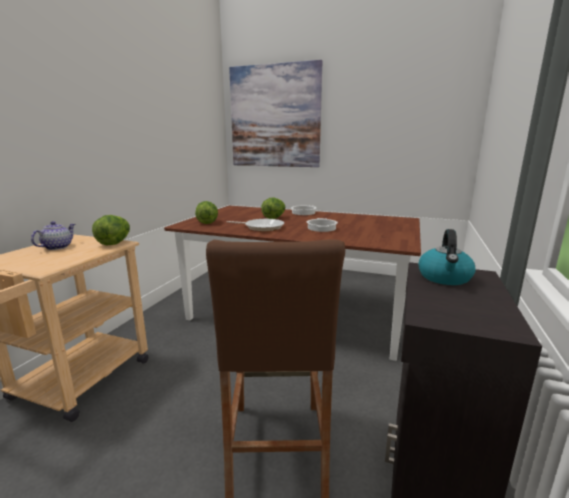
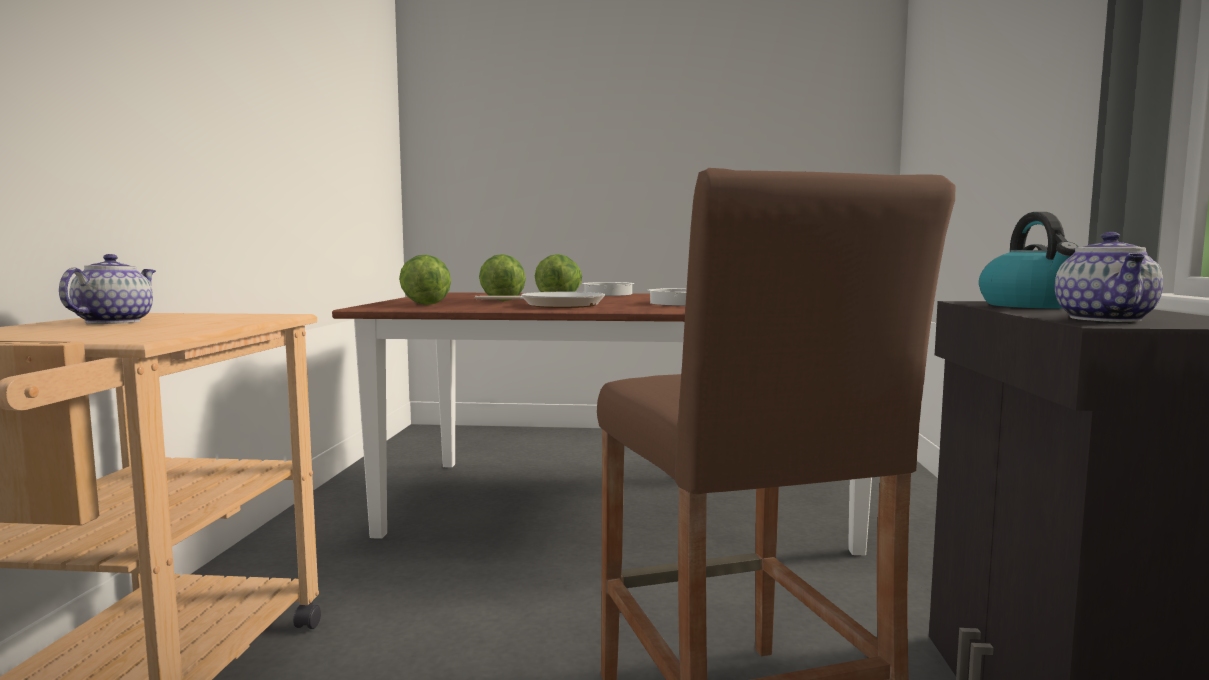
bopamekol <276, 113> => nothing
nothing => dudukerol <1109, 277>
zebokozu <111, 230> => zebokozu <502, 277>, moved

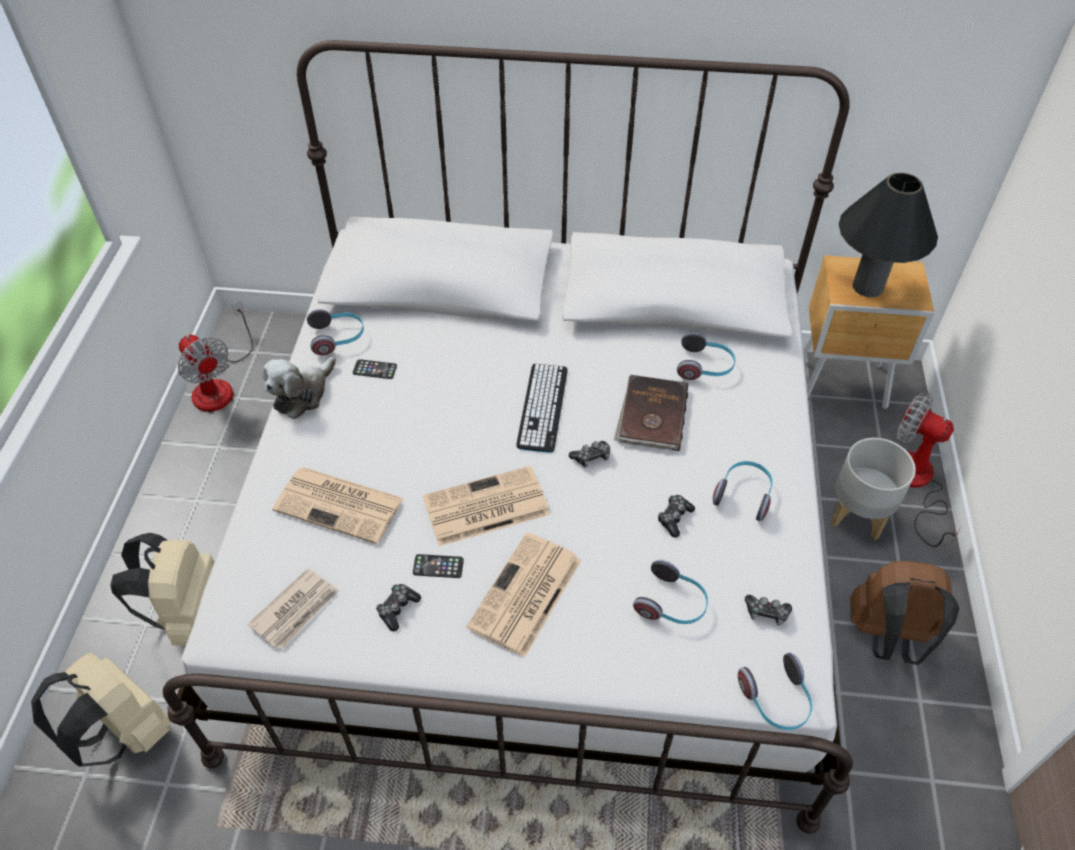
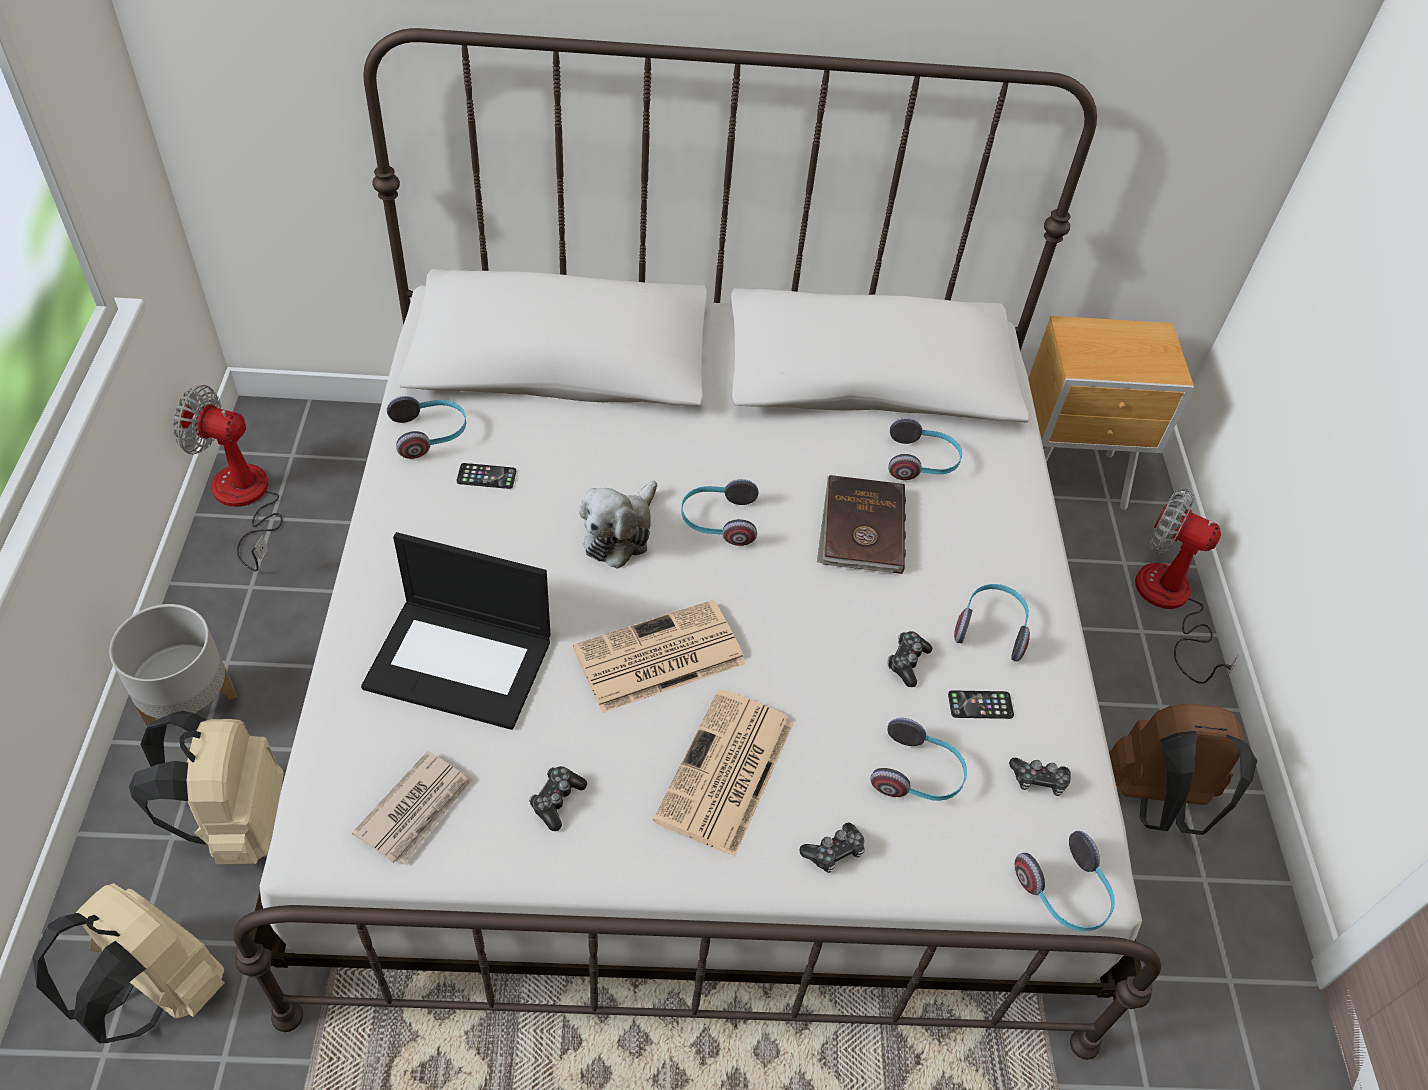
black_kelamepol <888, 235> => nothing
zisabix <299, 387> => zisabix <618, 525>, moved
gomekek <438, 566> => gomekek <981, 704>, moved
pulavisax <589, 454> => pulavisax <832, 847>, moved
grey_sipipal <873, 489> => grey_sipipal <173, 665>, moved
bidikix <338, 505> => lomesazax <455, 631>
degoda <542, 408> => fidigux <720, 512>
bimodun <215, 356> => bimodun <228, 478>, 150 degrees clockwise

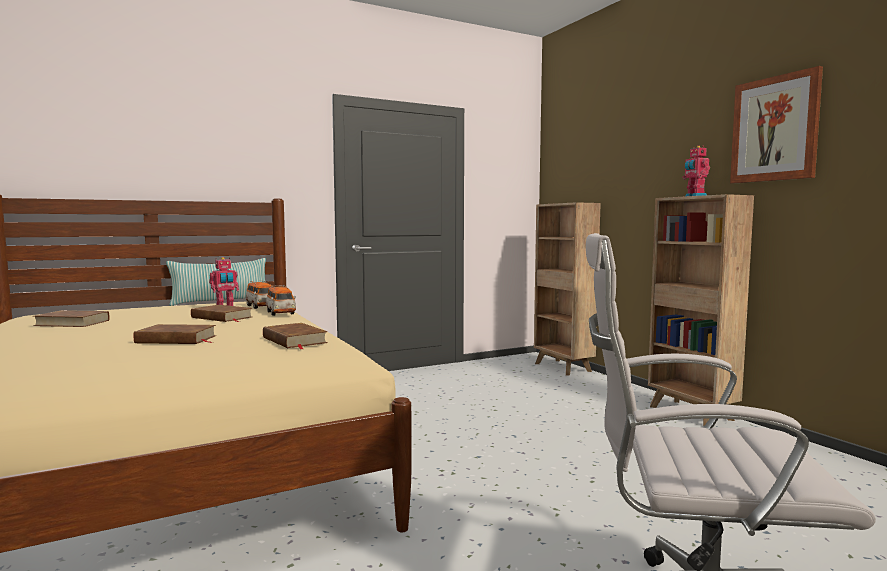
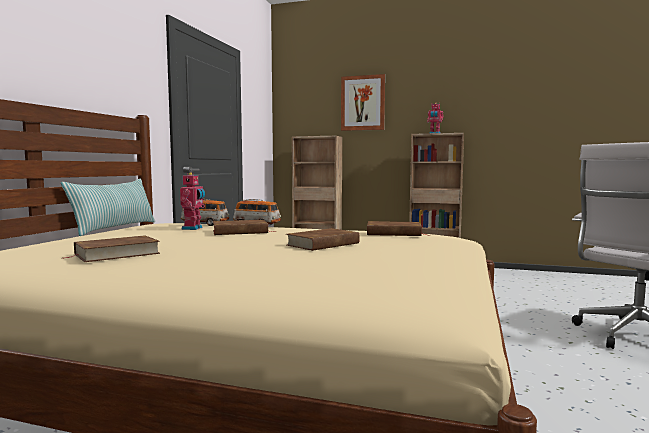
bopamekol <776, 125> => bopamekol <363, 102>, moved

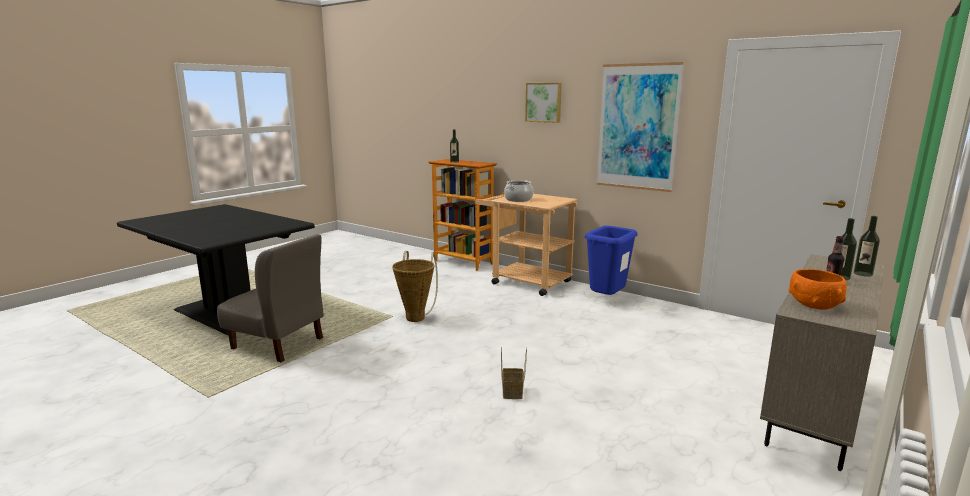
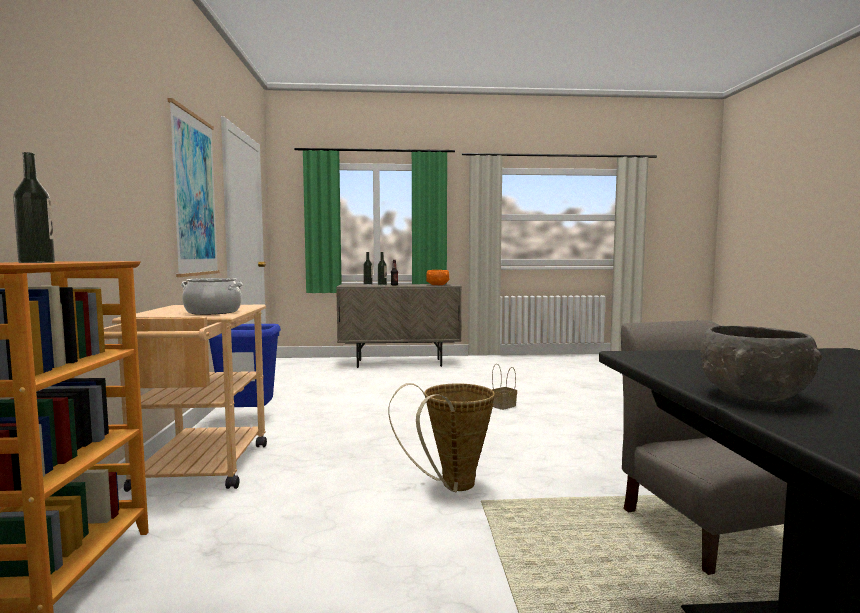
bopamekol <543, 103> => nothing
nothing => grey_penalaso <761, 364>

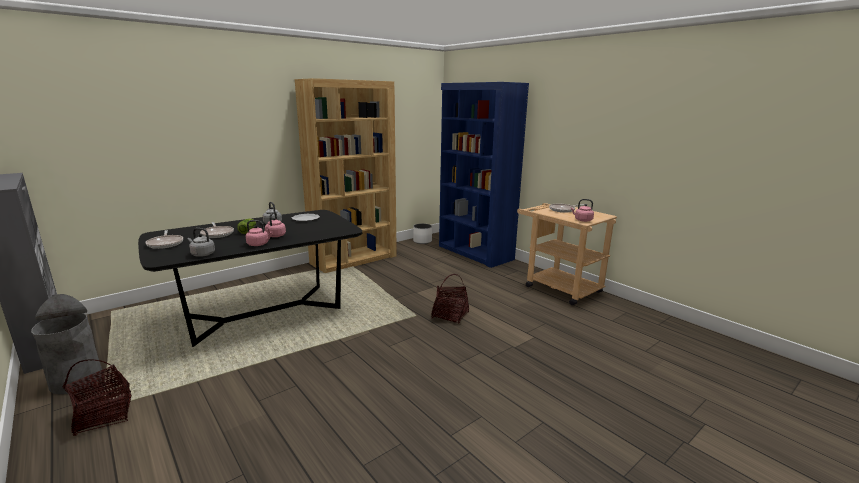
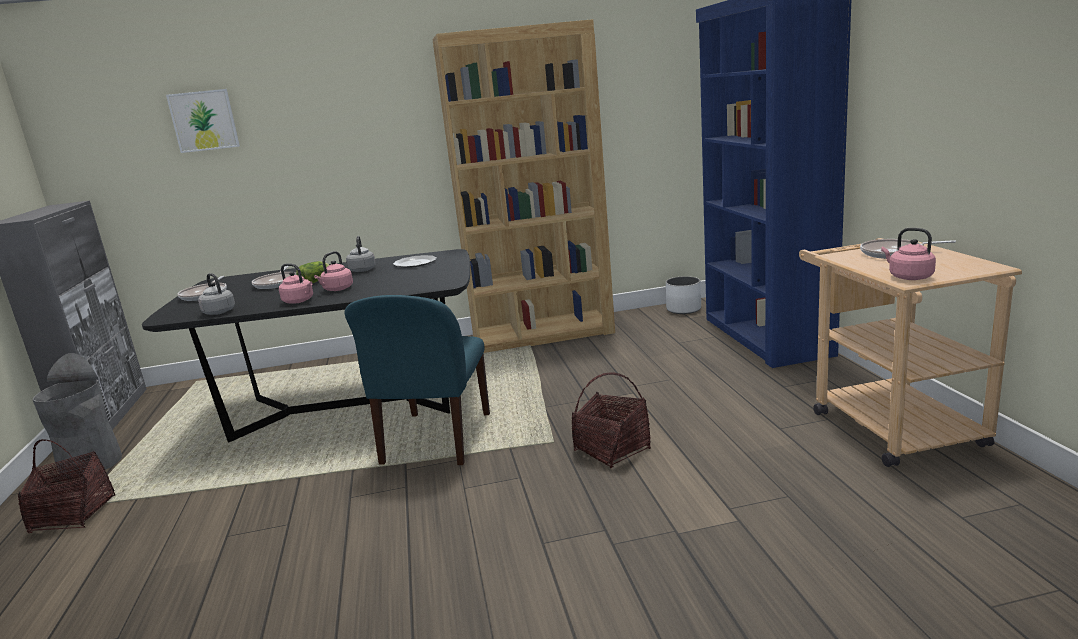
nothing => bopamekol <203, 121>
nothing => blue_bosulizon <417, 380>

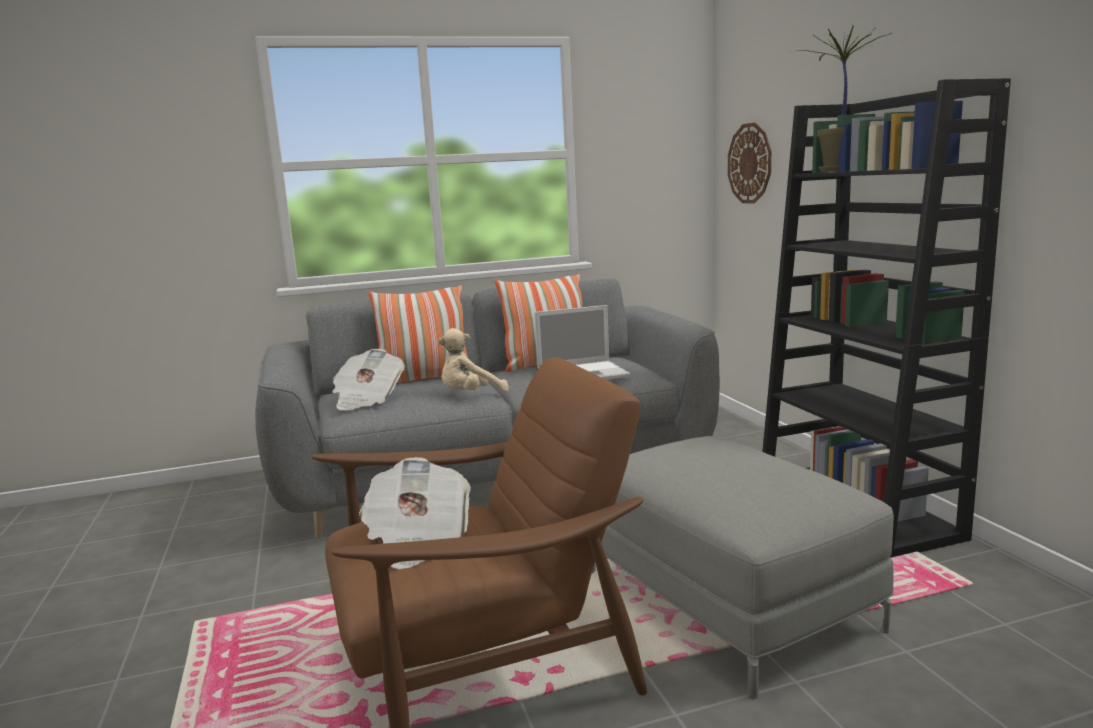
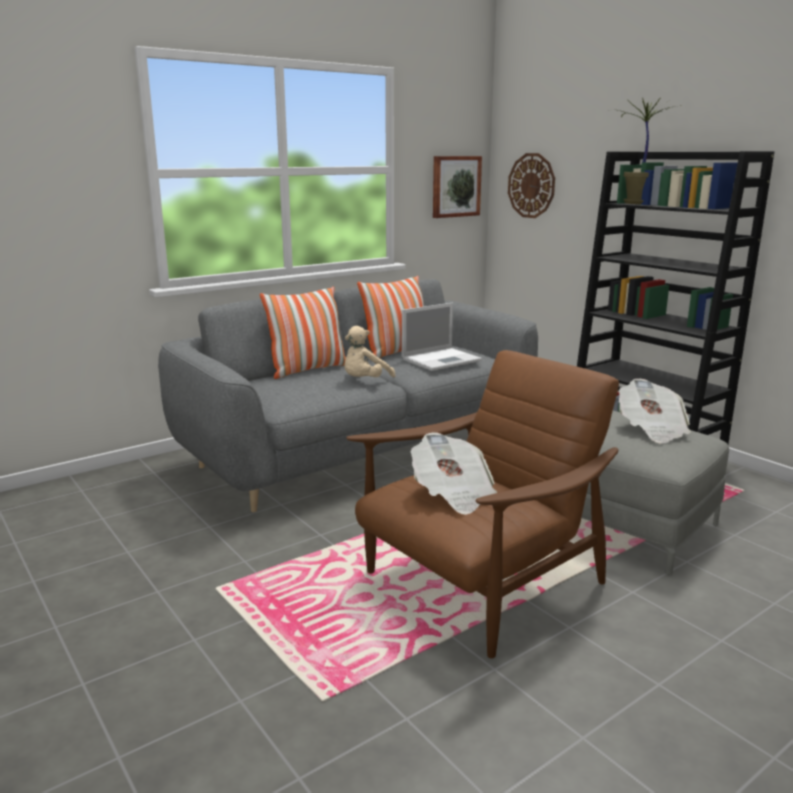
nothing => bopamekol <457, 187>
bidikix <368, 379> => bidikix <655, 411>, moved

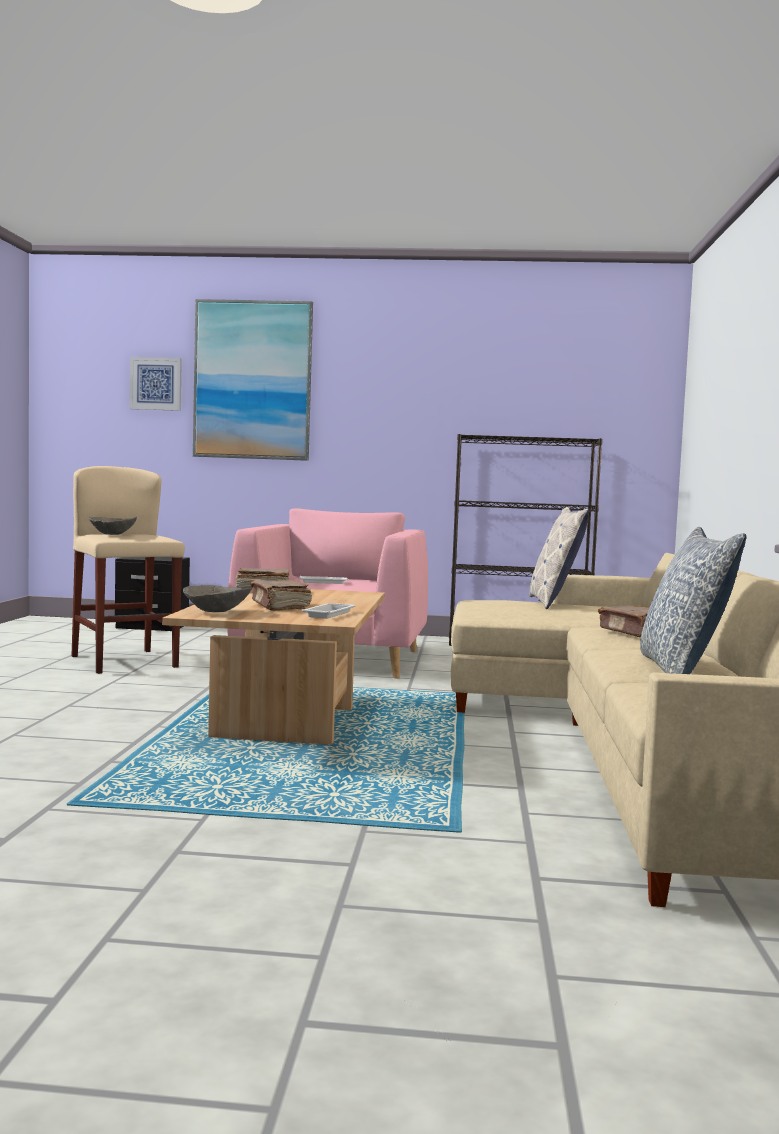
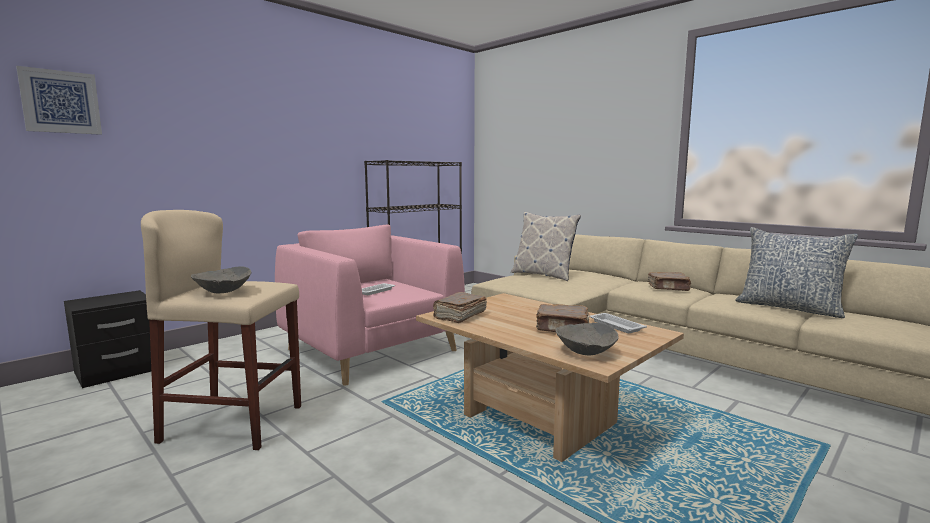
bopamekol <253, 380> => nothing

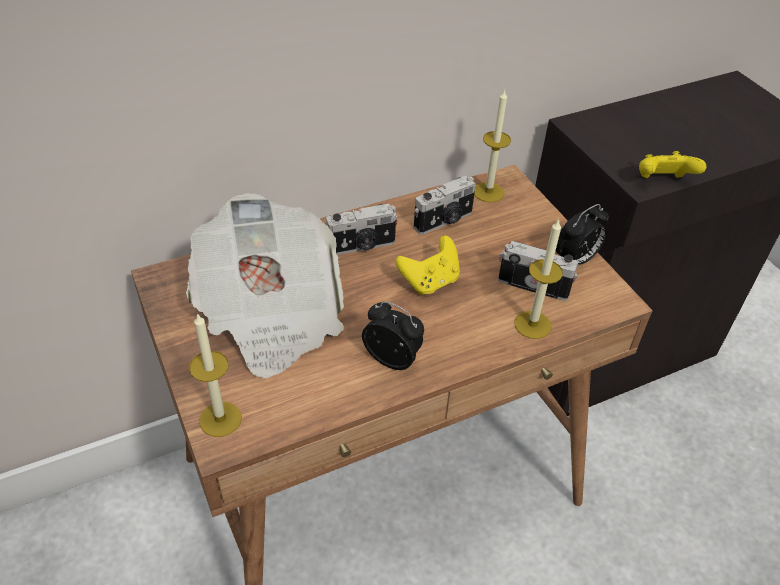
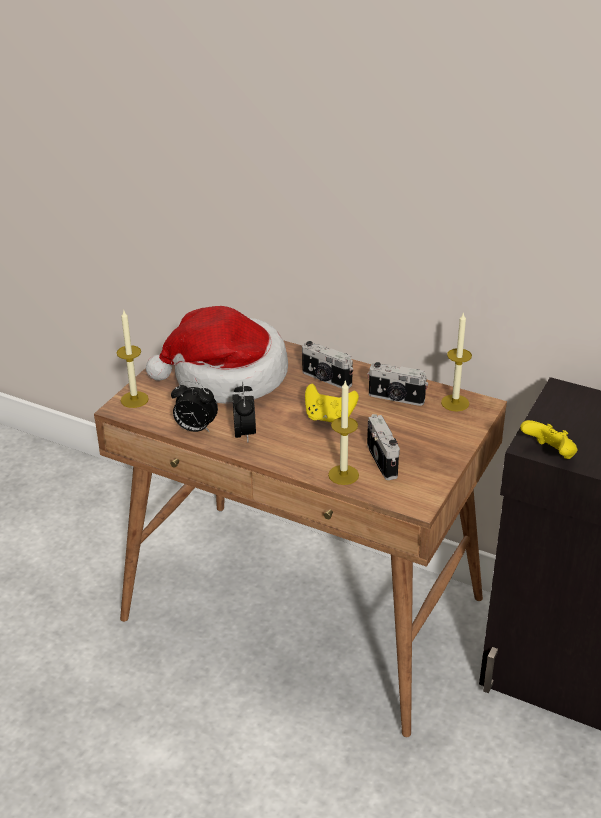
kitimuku <582, 234> => kitimuku <194, 407>, moved
bidikix <265, 286> => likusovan <217, 355>

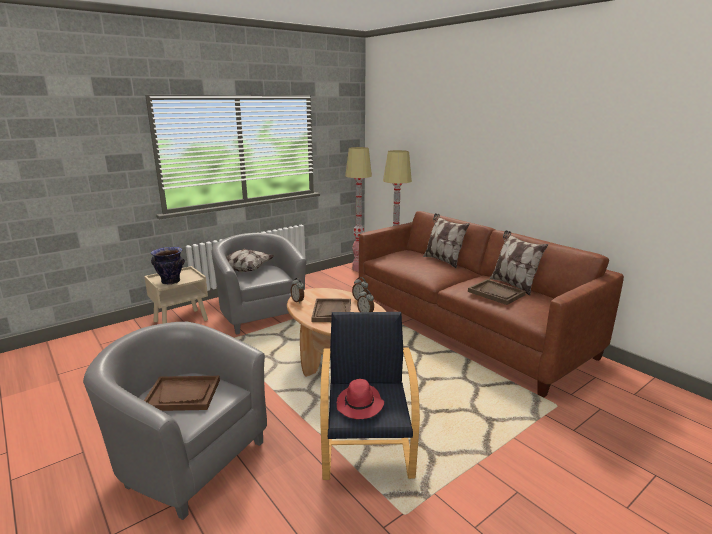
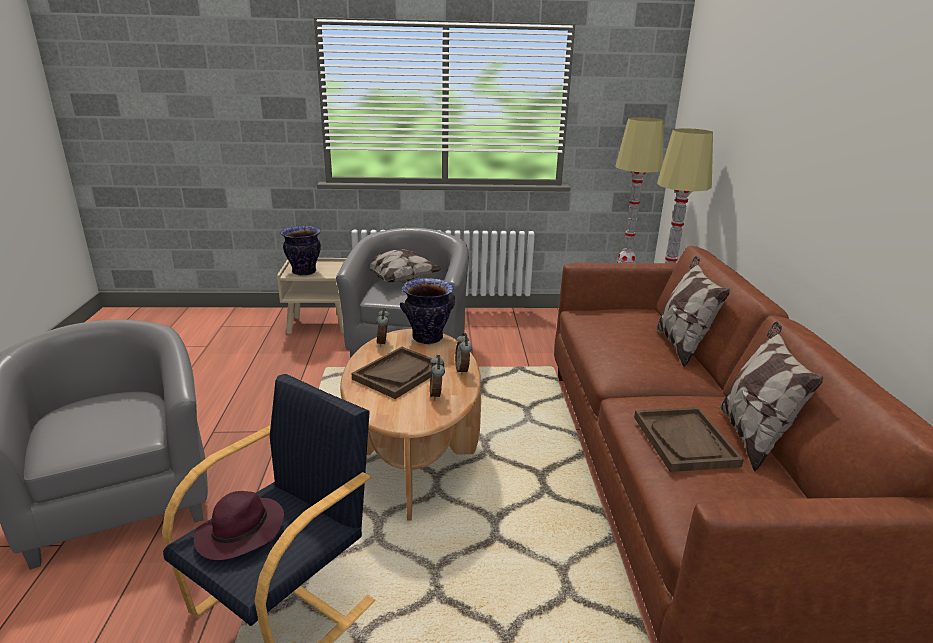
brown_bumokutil <182, 393> => nothing
nothing => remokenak <427, 311>
red_likusovan <360, 399> => purple_likusovan <239, 525>

